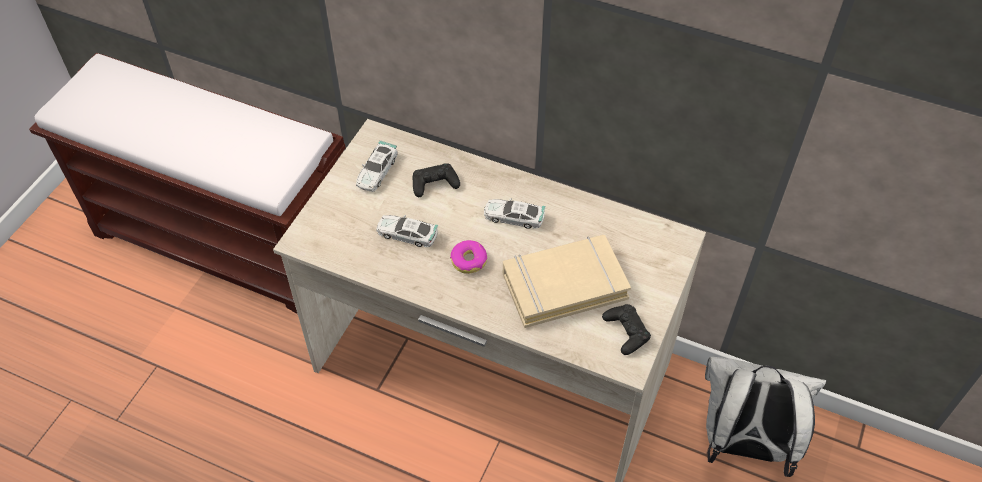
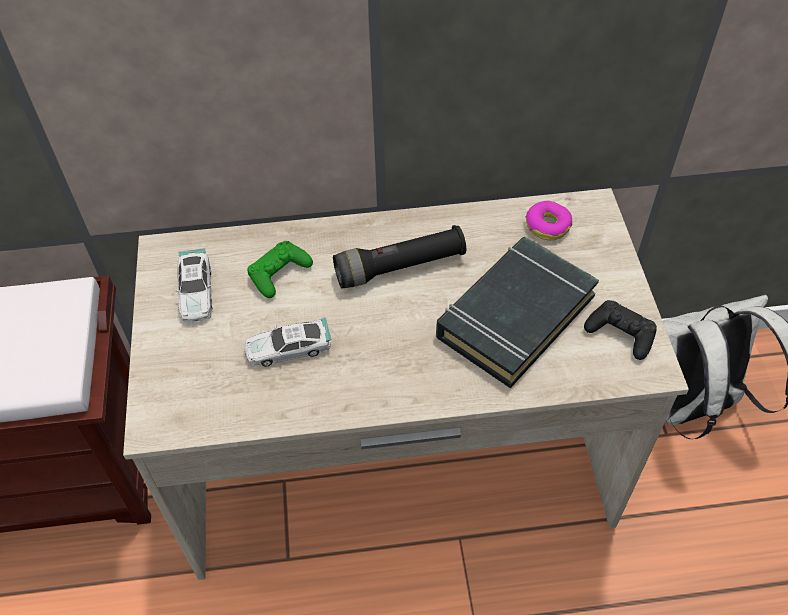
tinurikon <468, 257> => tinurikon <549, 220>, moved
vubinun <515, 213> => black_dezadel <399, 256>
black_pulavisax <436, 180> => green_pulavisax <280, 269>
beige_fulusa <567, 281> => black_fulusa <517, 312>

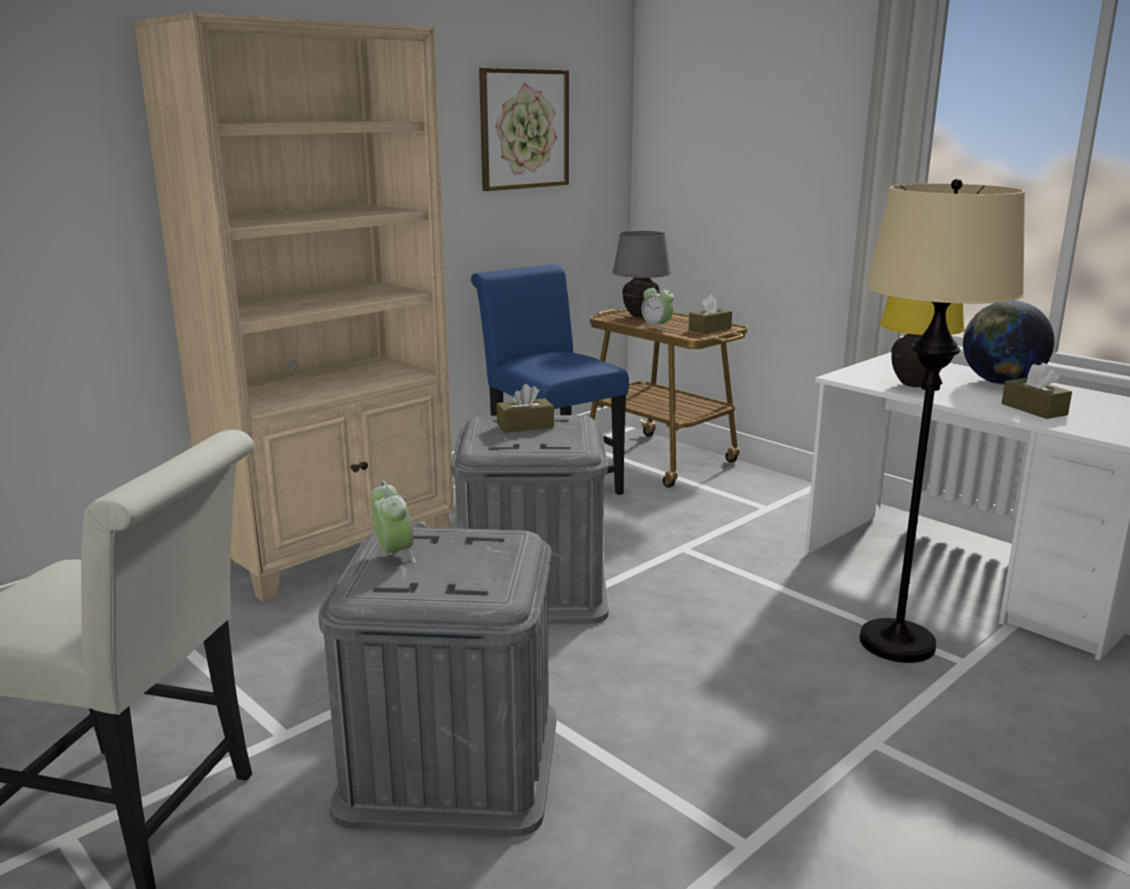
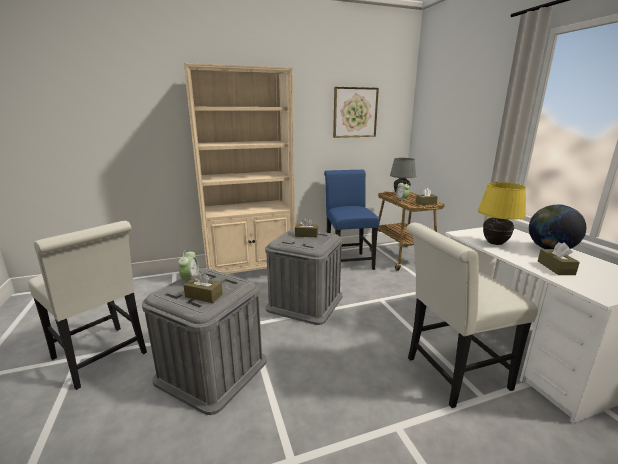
nothing => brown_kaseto <203, 287>
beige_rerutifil <942, 421> => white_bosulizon <472, 315>

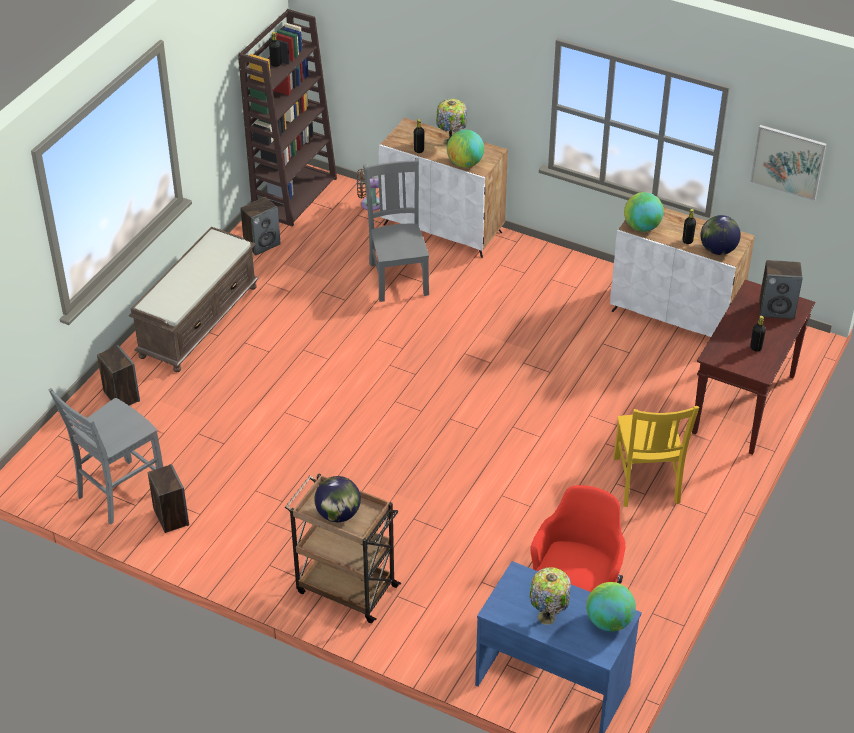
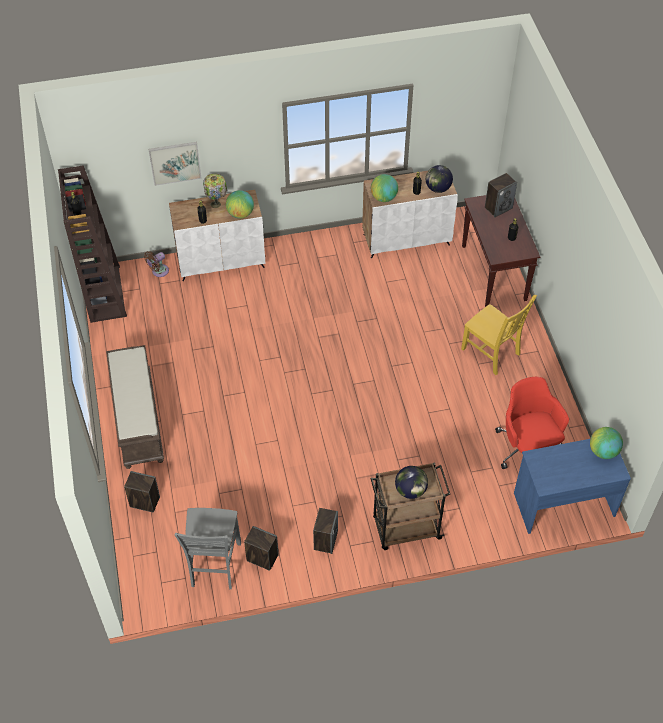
grey_bosulizon <396, 230> => nothing
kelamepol <550, 596> => nothing
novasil <260, 226> => novasil <325, 531>, moved
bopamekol <788, 163> => bopamekol <175, 164>, moved

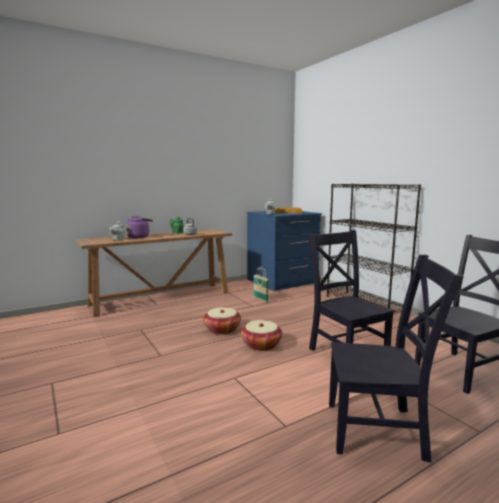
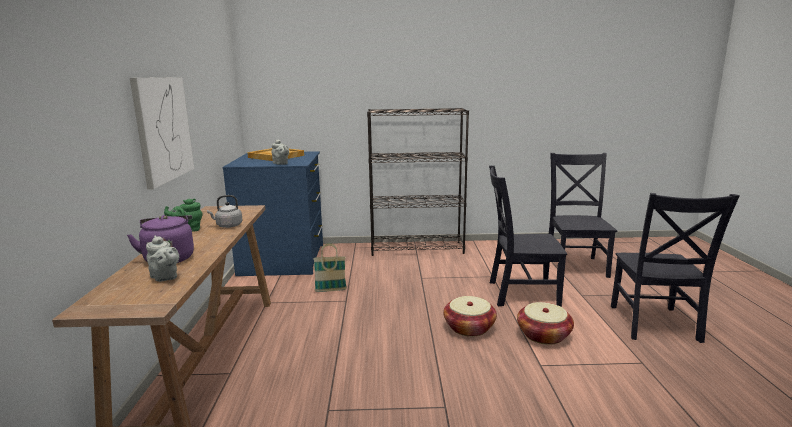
nothing => bopamekol <162, 133>
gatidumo <222, 320> => gatidumo <545, 323>, moved
black_bosulizon <396, 359> => black_bosulizon <675, 268>, 150 degrees clockwise

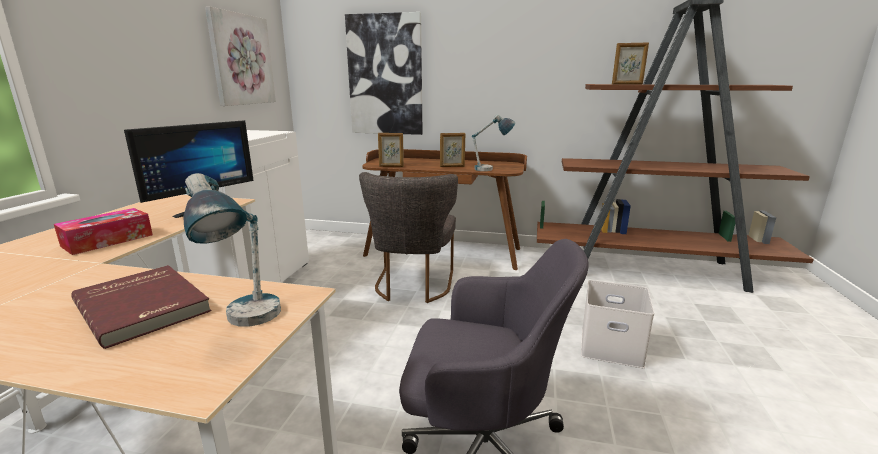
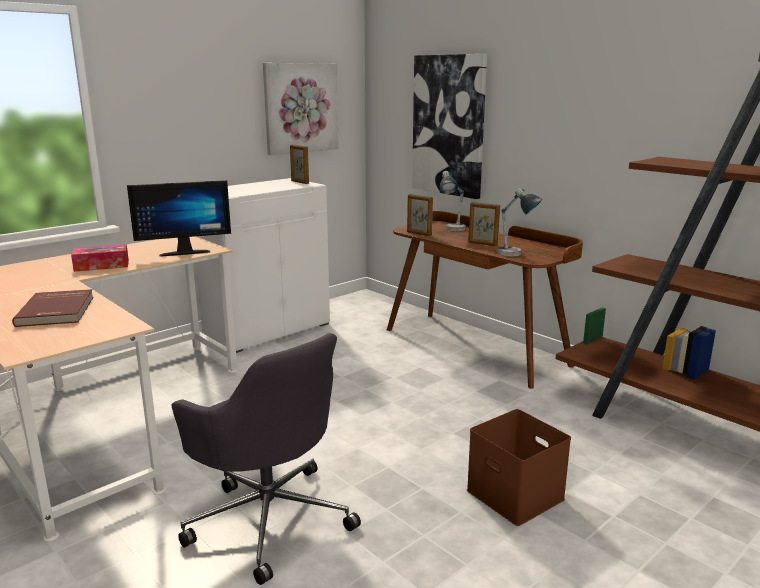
grey_bosulizon <408, 237> => nothing
kelamepol <232, 250> => kelamepol <453, 201>, moved
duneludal <630, 63> => duneludal <299, 164>, moved
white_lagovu <617, 324> => brown_lagovu <519, 467>

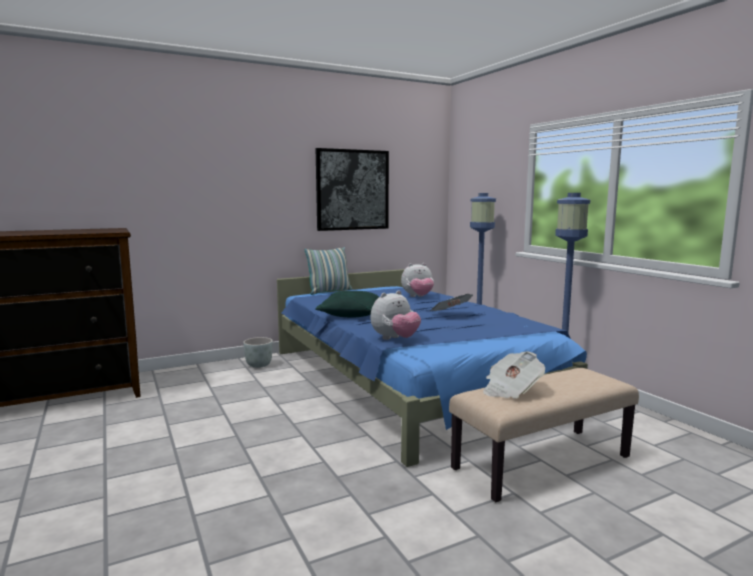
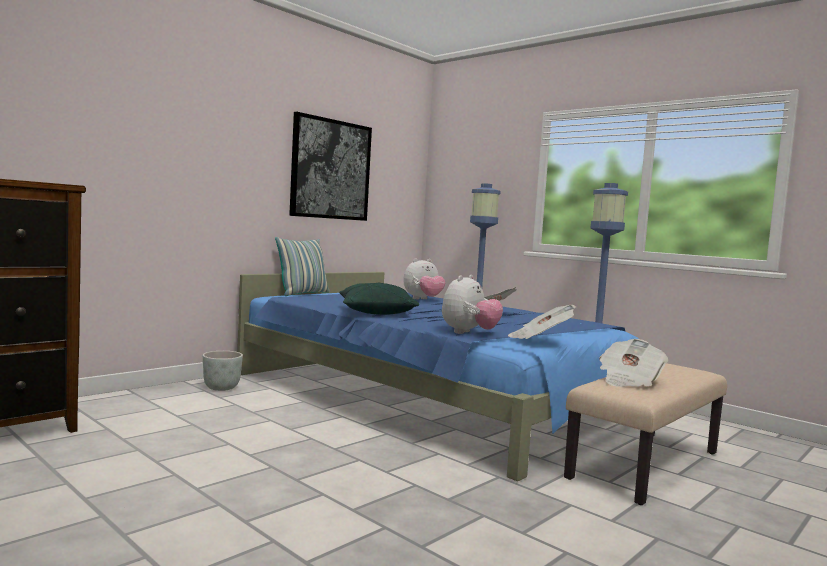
nothing => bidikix <542, 322>

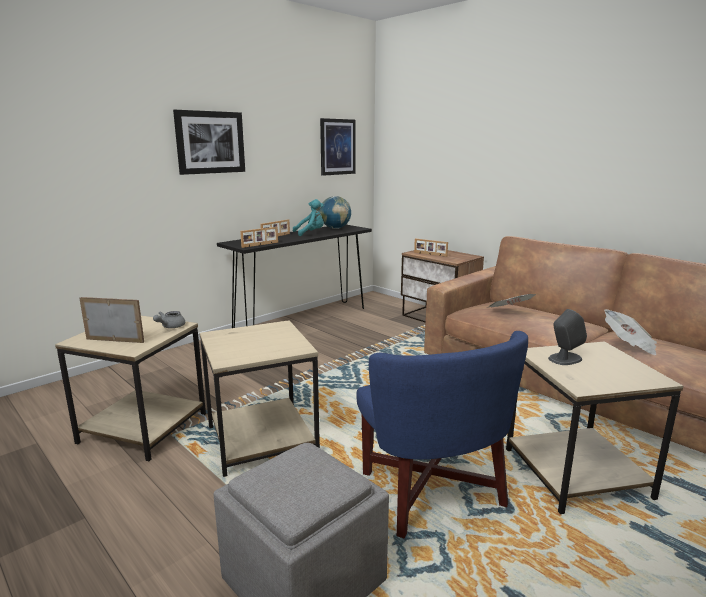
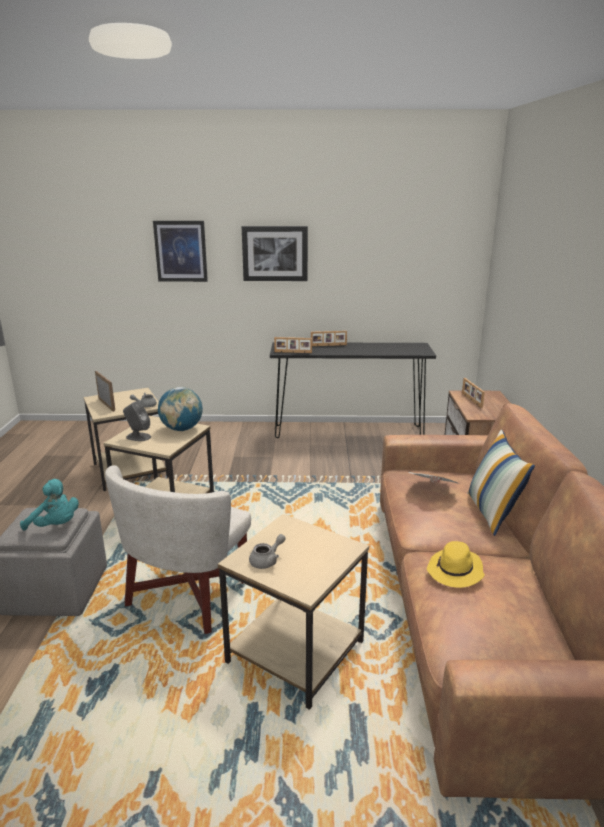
nothing => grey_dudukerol <267, 551>
nothing => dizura <501, 483>
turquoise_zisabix <308, 217> => turquoise_zisabix <49, 505>, moved
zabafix <335, 212> => zabafix <180, 409>, moved
bopamekol <338, 147> => bopamekol <180, 251>, moved
grey_novasil <567, 337> => grey_novasil <137, 421>, moved
bidikix <630, 332> => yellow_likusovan <456, 564>
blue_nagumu <442, 434> => white_nagumu <178, 549>

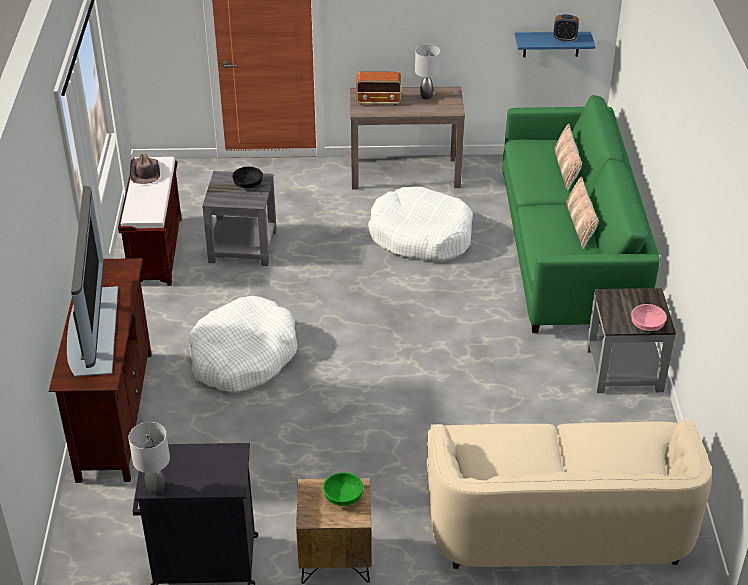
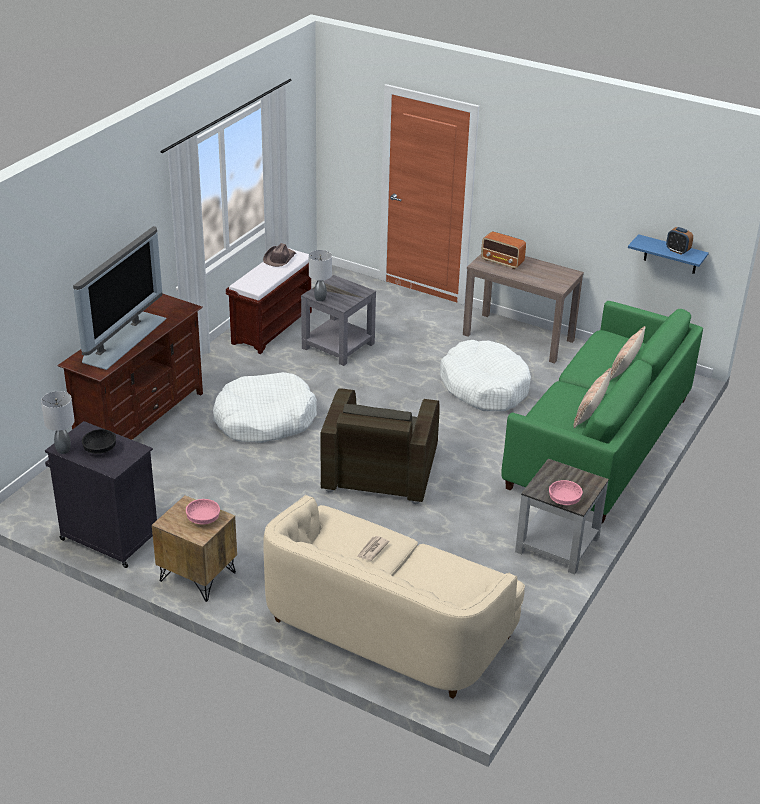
nothing => brown_nagumu <380, 446>
nothing => bidikix <373, 548>
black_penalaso <247, 177> => black_penalaso <99, 441>, moved
grey_kelamepol <427, 72> => grey_kelamepol <320, 275>, moved
green_penalaso <343, 489> => pink_penalaso <203, 512>

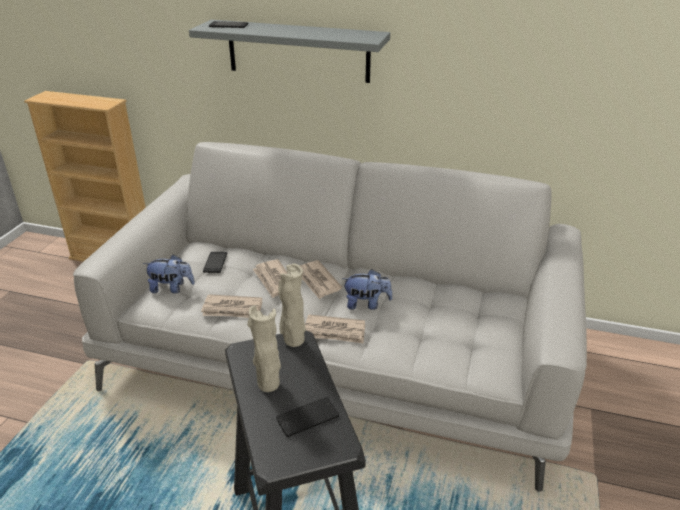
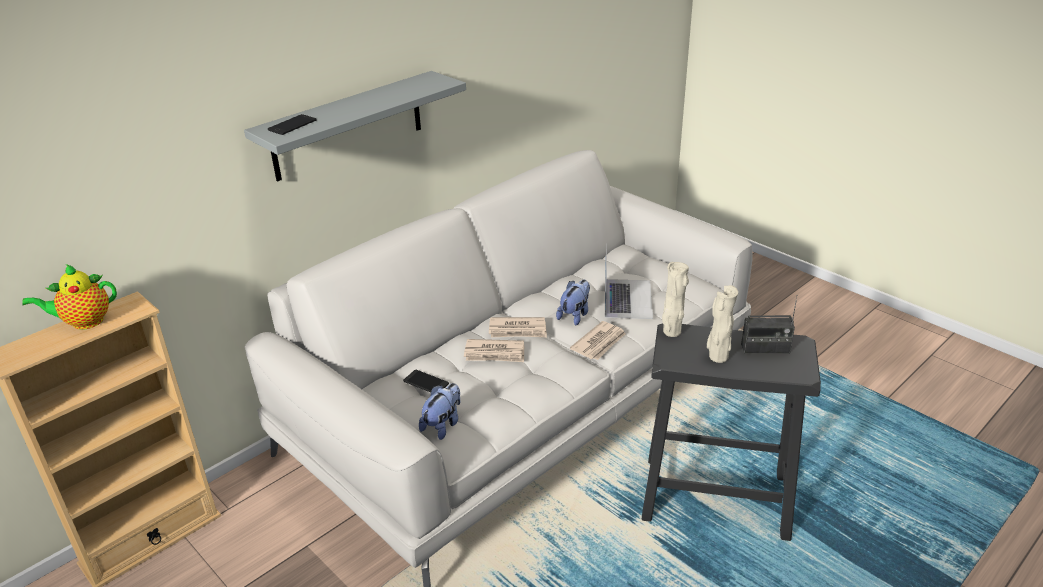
bidikix <231, 306> => nothing
nothing => dudukerol <69, 297>
nothing => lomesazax <629, 281>
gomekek <307, 417> => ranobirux <769, 326>

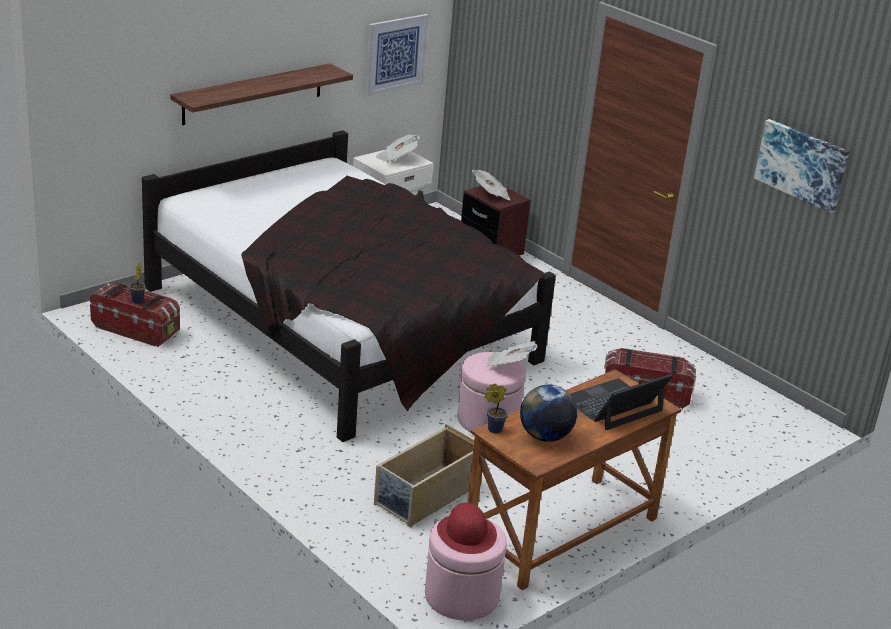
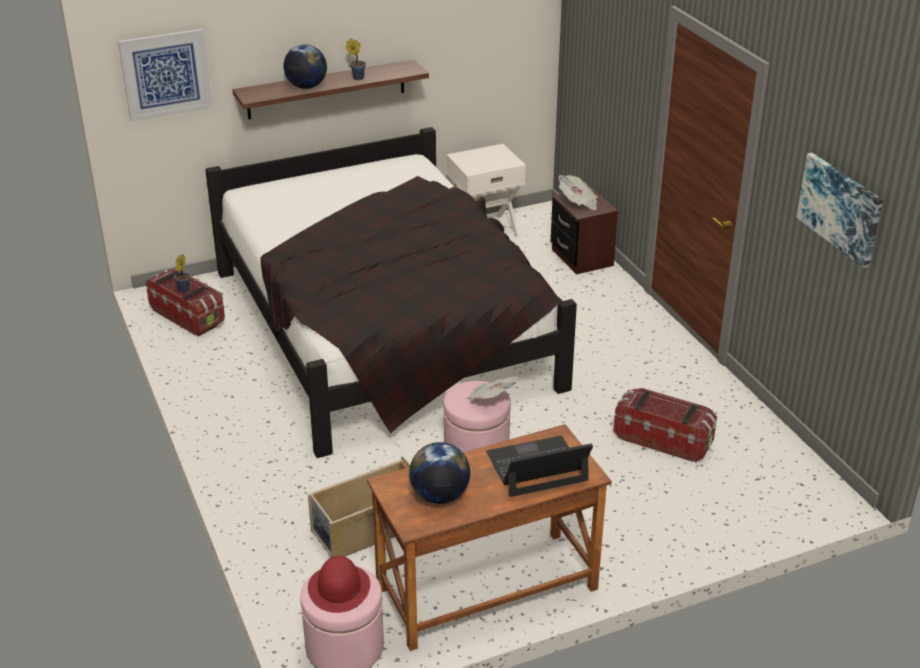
bidikix <398, 148> => nothing
nothing => zabafix <305, 66>
bopamekol <396, 55> => bopamekol <165, 75>, moved
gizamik <496, 408> => gizamik <356, 59>, moved

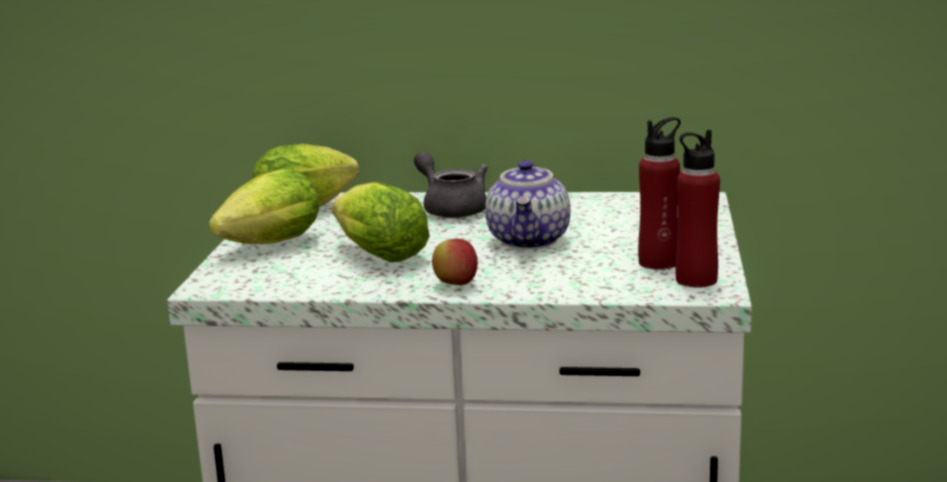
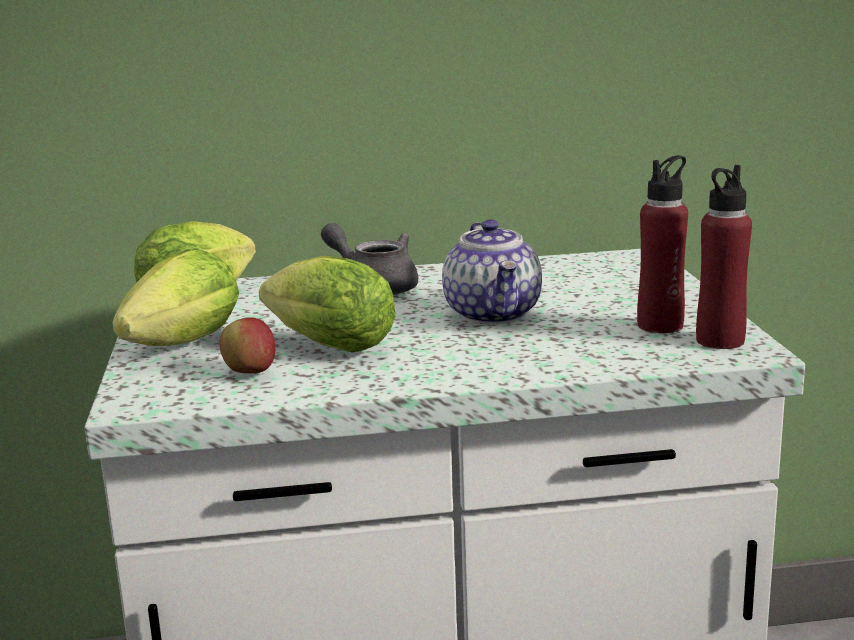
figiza <455, 262> => figiza <248, 345>, moved

